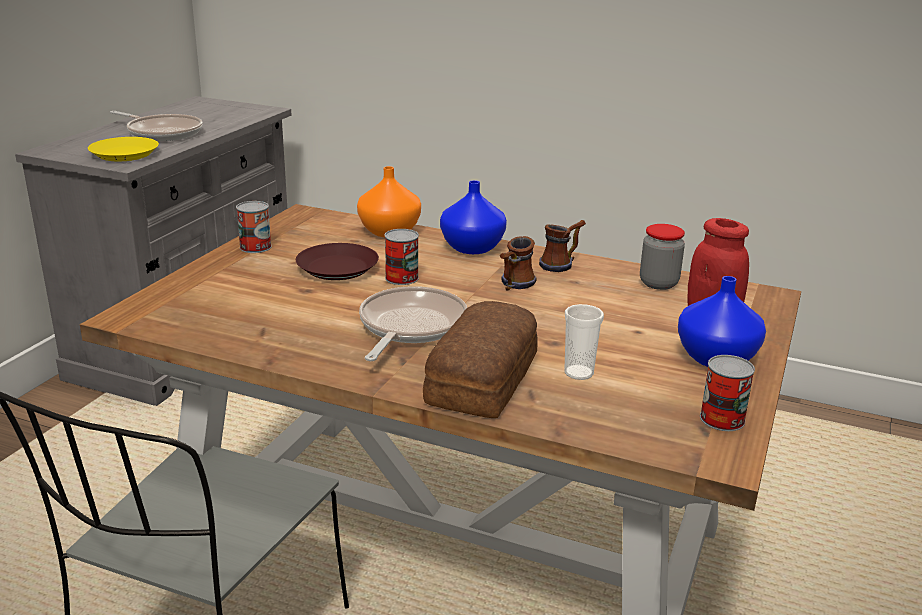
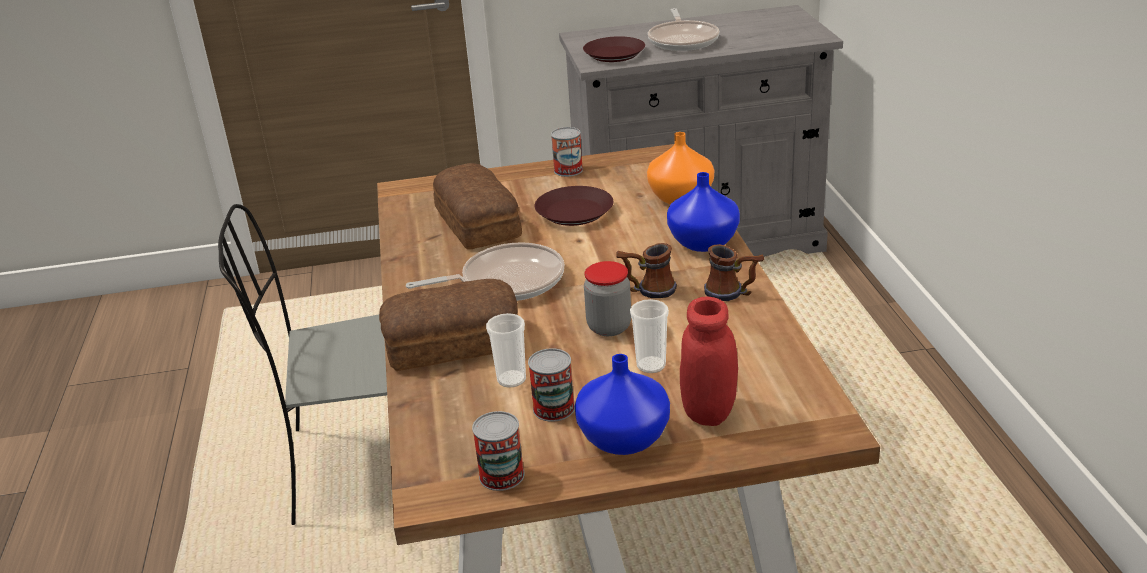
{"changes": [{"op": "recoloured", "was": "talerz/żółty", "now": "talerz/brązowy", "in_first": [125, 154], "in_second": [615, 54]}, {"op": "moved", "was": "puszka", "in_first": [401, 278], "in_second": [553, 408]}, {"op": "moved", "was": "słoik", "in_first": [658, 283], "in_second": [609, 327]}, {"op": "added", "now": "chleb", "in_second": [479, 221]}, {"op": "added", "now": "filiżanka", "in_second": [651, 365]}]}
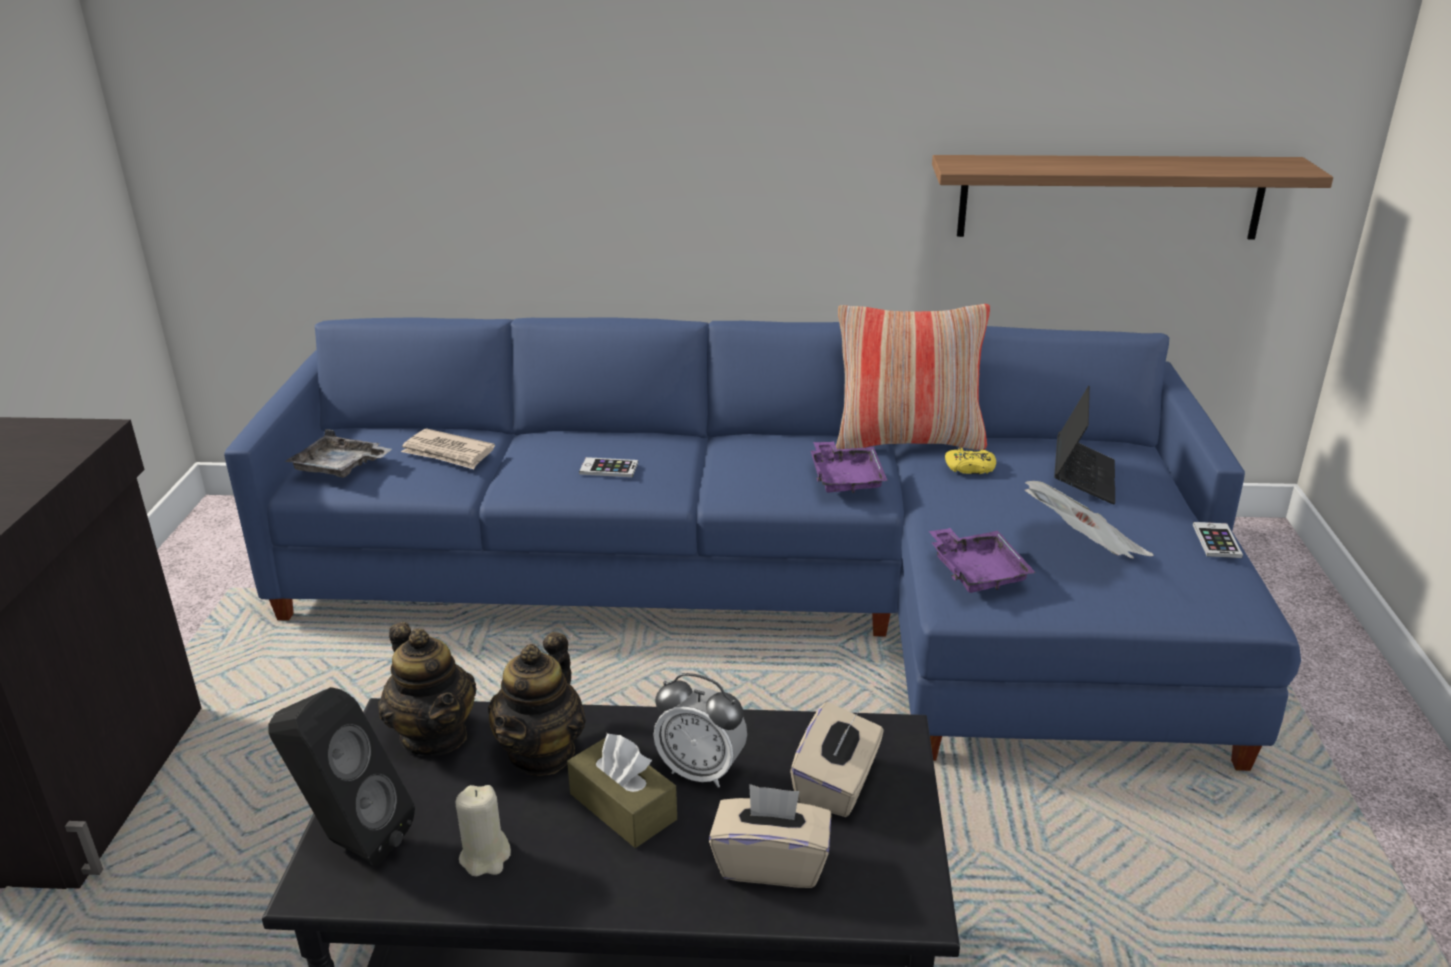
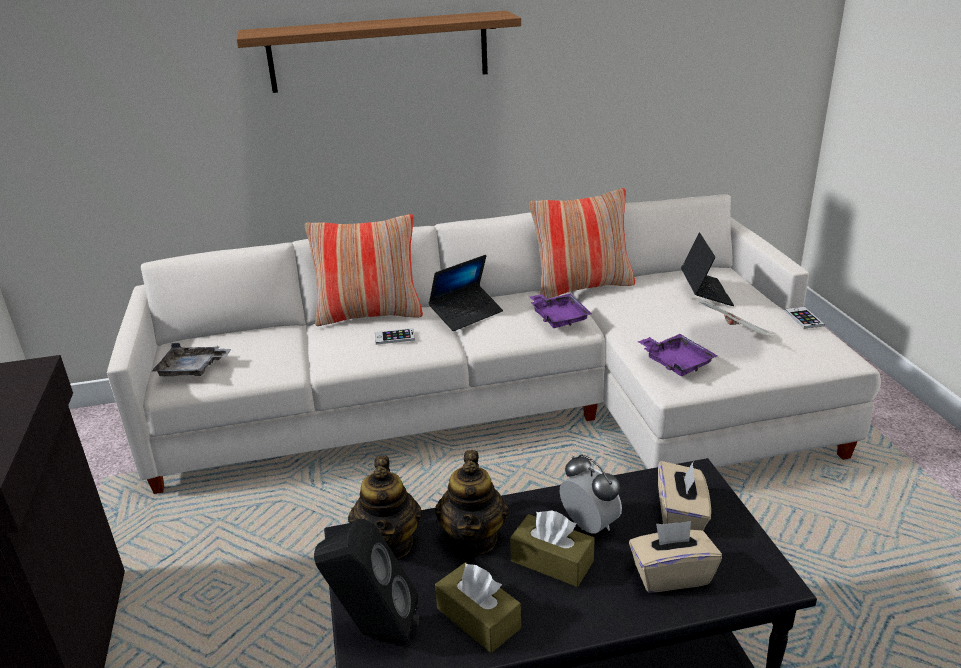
{"changes": [{"op": "recoloured", "was": "kanapa/niebieski", "now": "kanapa/biały", "in_first": [782, 592], "in_second": [513, 404]}, {"op": "turned", "was": "imbryk", "in_first": [434, 735], "in_second": [389, 543], "clockwise": 45}, {"op": "removed", "was": "gazeta", "in_first": [448, 453]}, {"op": "replaced", "was": "świeca/beżowy", "now": "pudełko chusteczek/brązowy", "in_first": [485, 857], "in_second": [478, 618]}, {"op": "turned", "was": "budzik", "in_first": [701, 771], "in_second": [589, 525], "clockwise": -135}, {"op": "moved", "was": "półka", "in_first": [1110, 197], "in_second": [379, 51]}, {"op": "removed", "was": "pad do gier/żółty", "in_first": [970, 468]}, {"op": "added", "now": "poduszka", "in_second": [369, 314]}, {"op": "added", "now": "laptop", "in_second": [466, 314]}]}
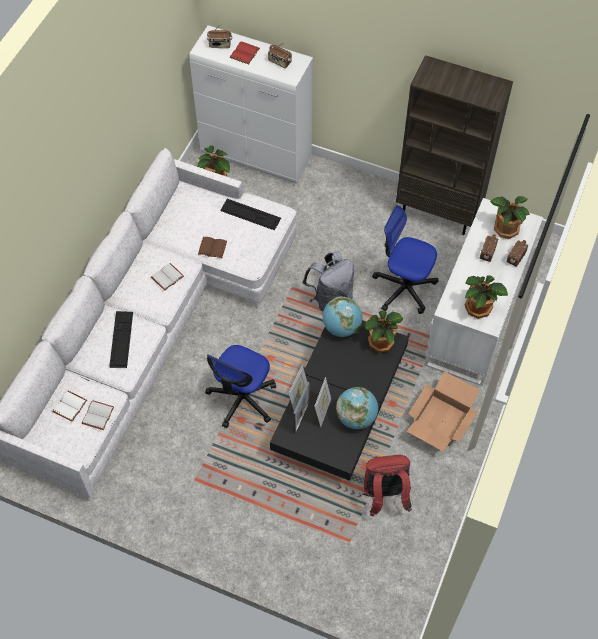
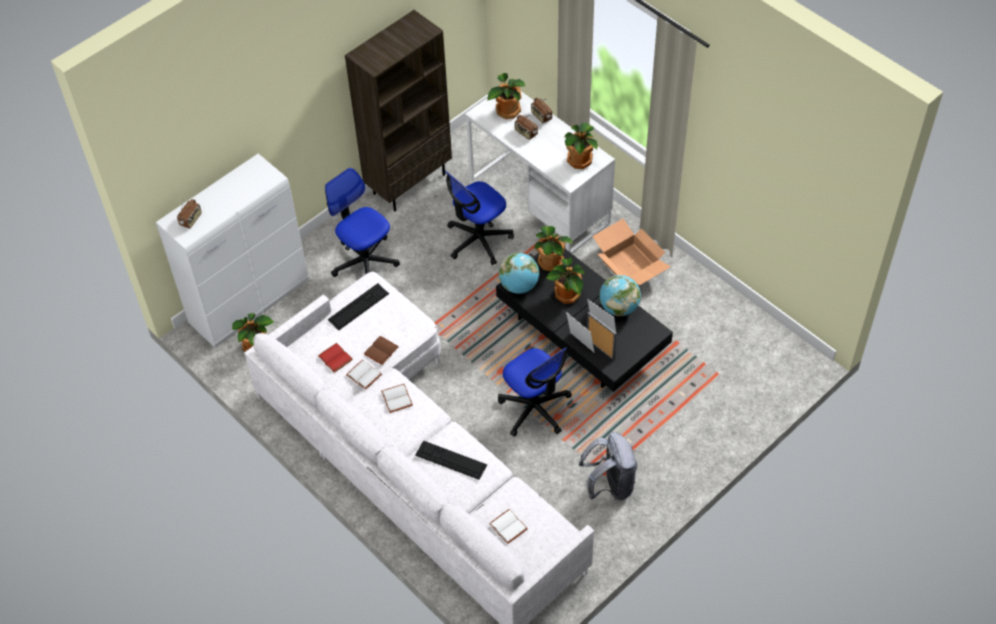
{"changes": [{"op": "moved", "was": "książka/biały", "in_first": [97, 415], "in_second": [363, 375]}, {"op": "moved", "was": "książka/czerwony", "in_first": [245, 54], "in_second": [336, 358]}, {"op": "removed", "was": "radio", "in_first": [279, 62]}, {"op": "moved", "was": "plecak/szary", "in_first": [330, 298], "in_second": [609, 485]}, {"op": "removed", "was": "plecak/czerwony", "in_first": [384, 496]}, {"op": "added", "now": "krzesło biurowe", "in_second": [365, 261]}, {"op": "added", "now": "roślina doniczkowa", "in_second": [567, 295]}]}
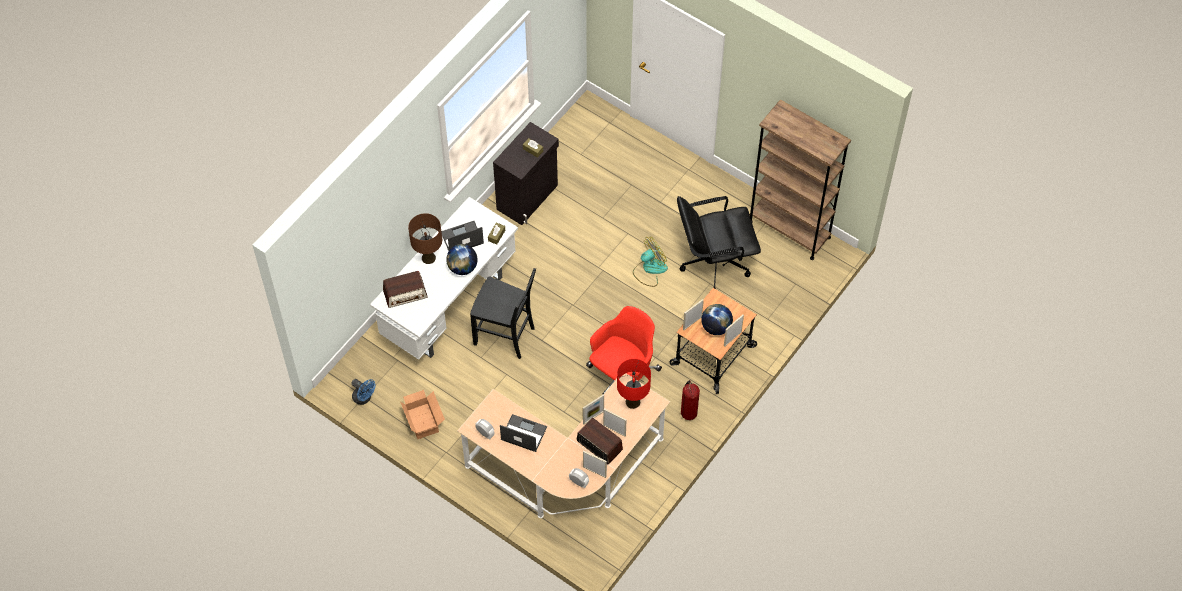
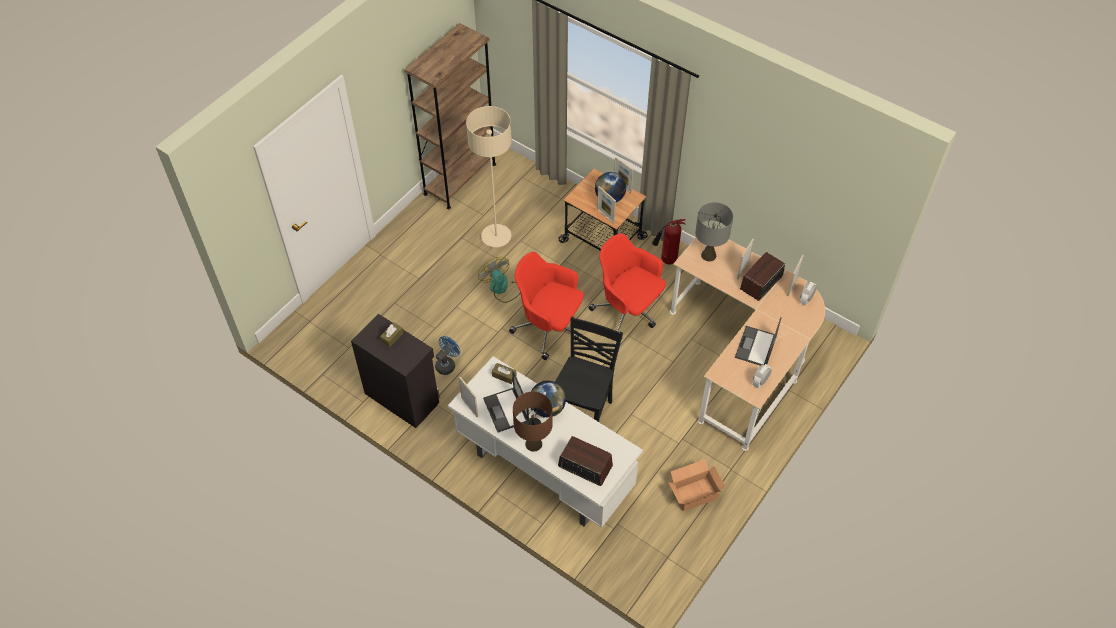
{"changes": [{"op": "moved", "was": "wentylator/niebieski", "in_first": [364, 398], "in_second": [447, 364]}, {"op": "turned", "was": "radio", "in_first": [405, 294], "in_second": [585, 466], "clockwise": -45}, {"op": "moved", "was": "ramka na zdjęcie", "in_first": [593, 417], "in_second": [469, 407]}, {"op": "recoloured", "was": "lampa stołowa/czerwony", "now": "lampa stołowa/szary", "in_first": [633, 402], "in_second": [708, 255]}, {"op": "replaced", "was": "krzesło biurowe/czarny", "now": "lampa stojąca/beżowy", "in_first": [714, 263], "in_second": [496, 236]}, {"op": "added", "now": "krzesło biurowe/czerwony", "in_second": [549, 328]}]}
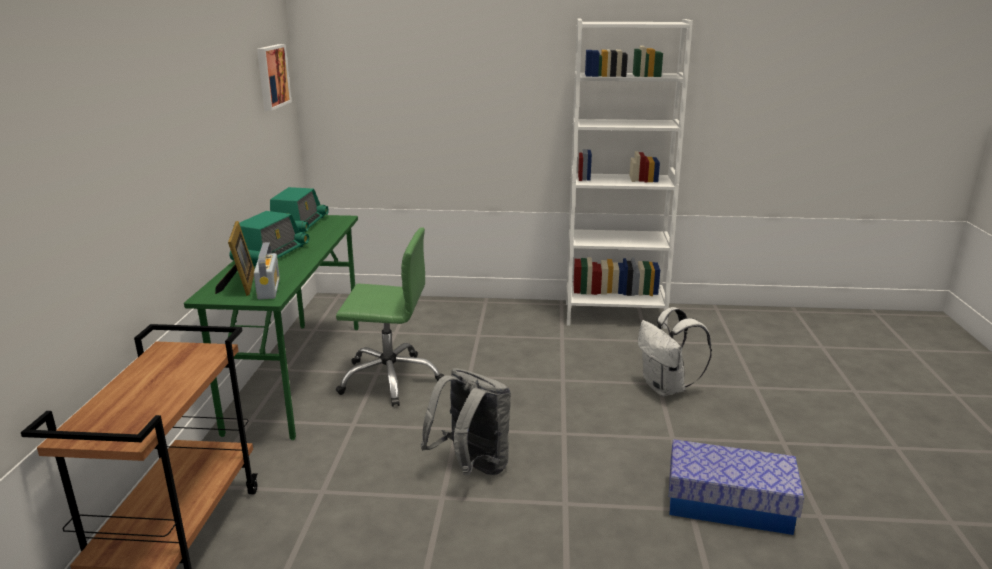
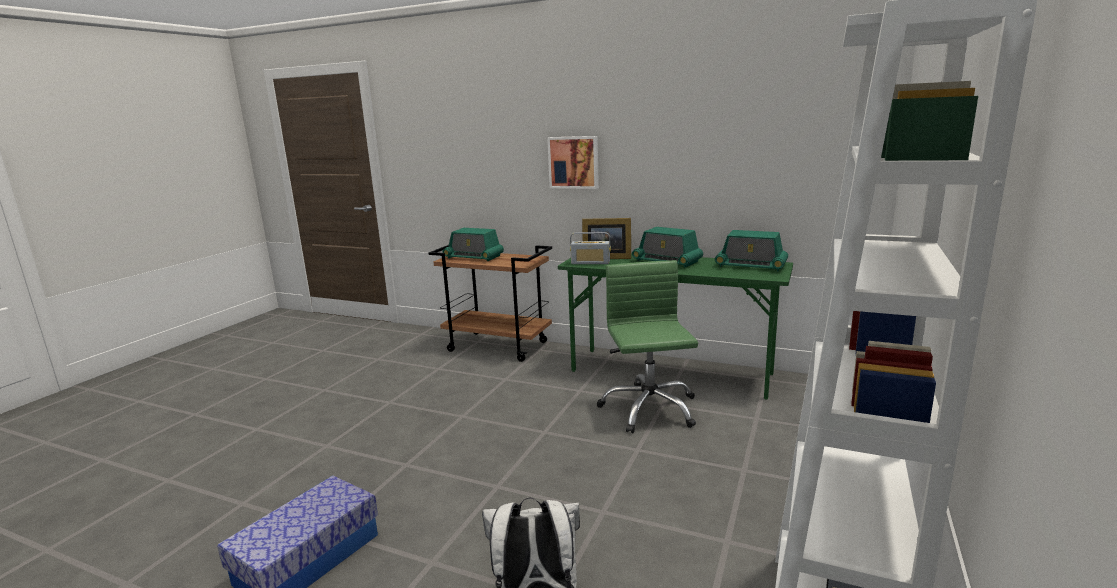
{"changes": [{"op": "moved", "was": "obraz", "in_first": [271, 76], "in_second": [574, 162]}, {"op": "turned", "was": "krzesło biurowe/zielony", "in_first": [390, 379], "in_second": [648, 409], "clockwise": 150}, {"op": "removed", "was": "plecak/szary", "in_first": [471, 468]}, {"op": "added", "now": "radio", "in_second": [473, 257]}]}
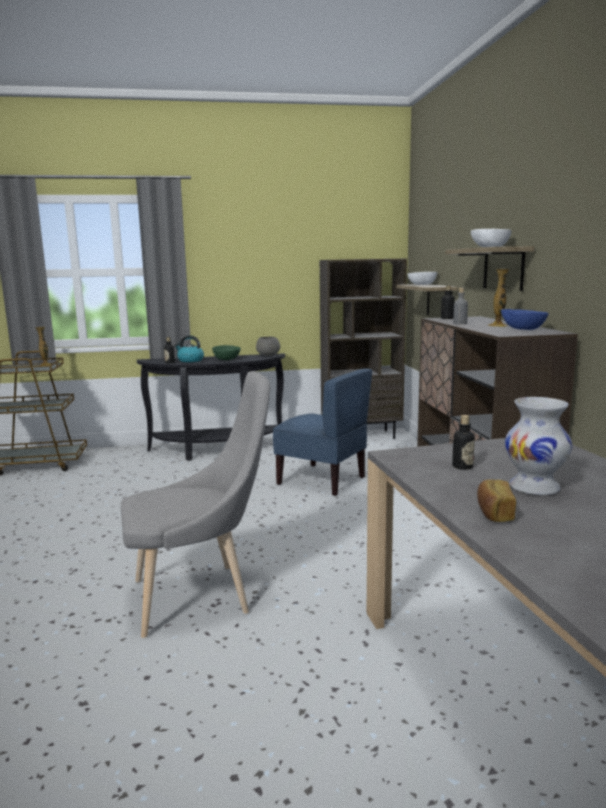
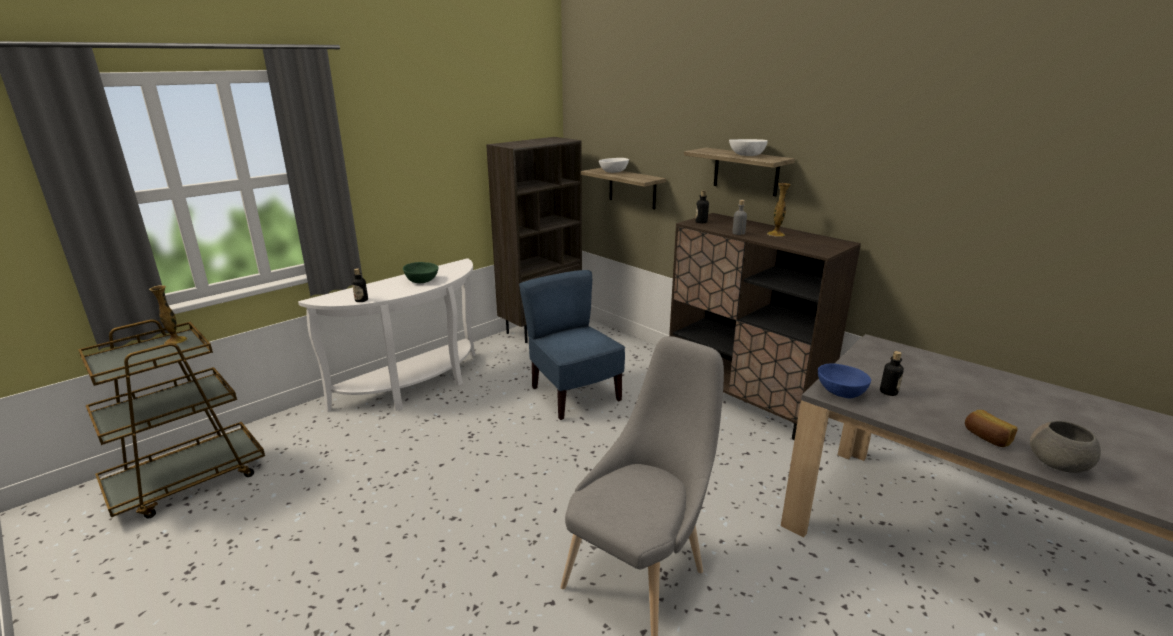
{"changes": [{"op": "recoloured", "was": "stolik konsolowy/czarny", "now": "stolik konsolowy/biały", "in_first": [217, 451], "in_second": [416, 388]}, {"op": "removed", "was": "czajnik", "in_first": [190, 360]}, {"op": "moved", "was": "miska/szary", "in_first": [268, 355], "in_second": [1059, 465]}, {"op": "turned", "was": "krzesło/niebieski", "in_first": [322, 480], "in_second": [574, 395], "clockwise": -120}, {"op": "moved", "was": "miska/niebieski", "in_first": [522, 329], "in_second": [840, 392]}, {"op": "removed", "was": "wazon/biały", "in_first": [533, 487]}]}
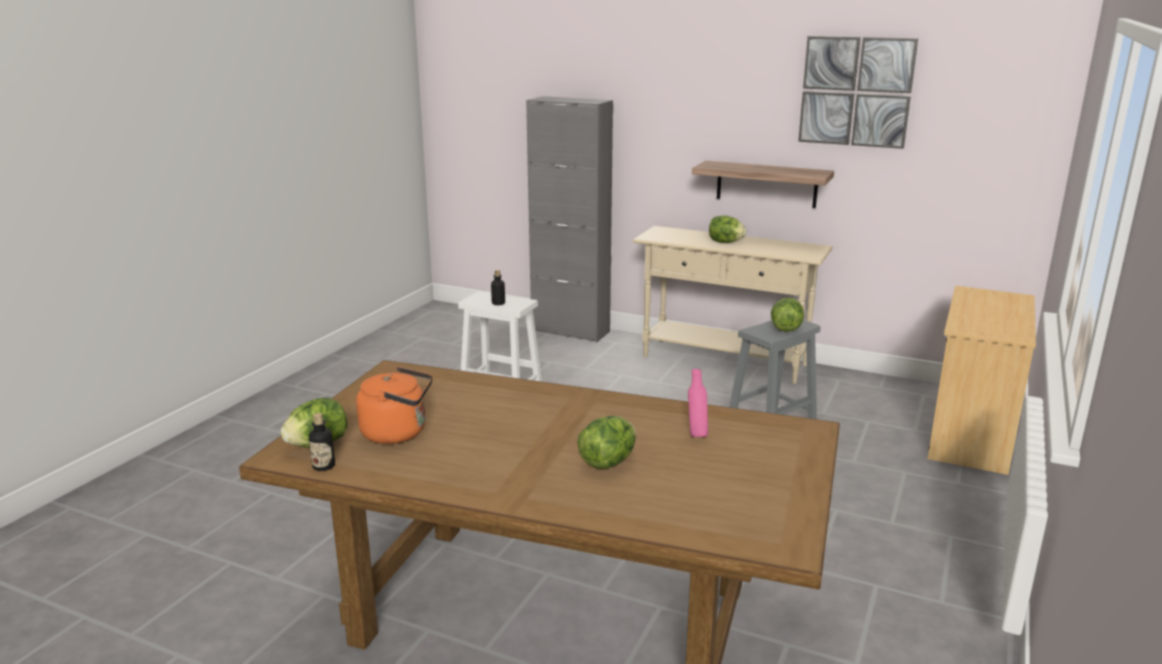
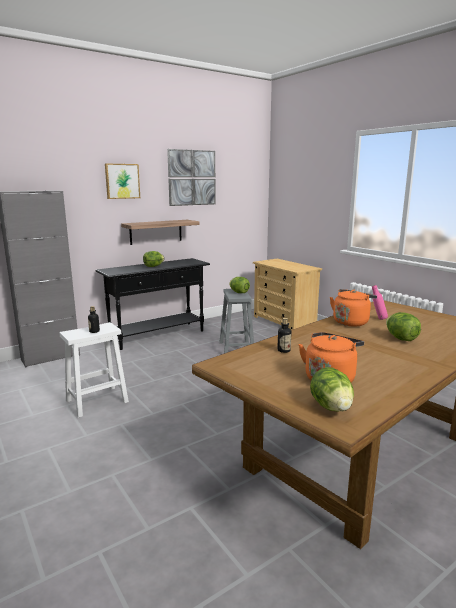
{"changes": [{"op": "moved", "was": "butelka", "in_first": [324, 466], "in_second": [284, 350]}, {"op": "recoloured", "was": "stolik konsolowy/beżowy", "now": "stolik konsolowy/czarny", "in_first": [724, 361], "in_second": [158, 336]}, {"op": "added", "now": "obraz", "in_second": [122, 181]}, {"op": "added", "now": "czajnik/pomarańczowy", "in_second": [351, 322]}]}
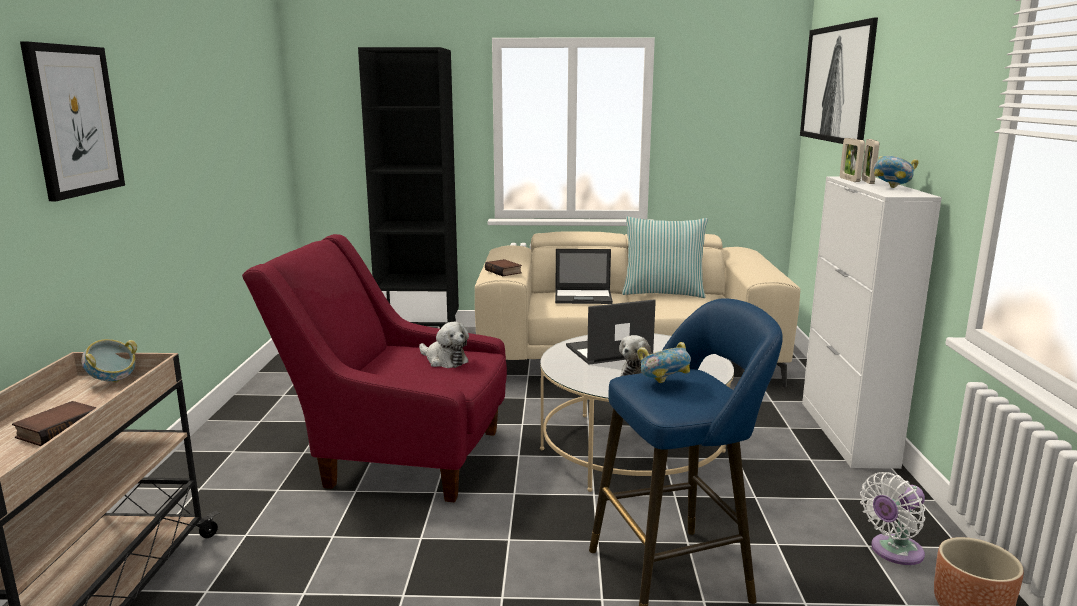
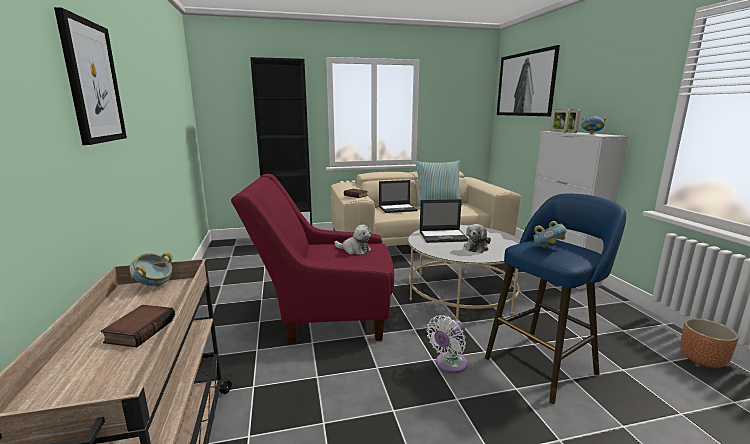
{"changes": [{"op": "turned", "was": "laptop", "in_first": [608, 351], "in_second": [444, 236], "clockwise": -150}, {"op": "moved", "was": "wentylator/biały", "in_first": [893, 552], "in_second": [449, 364]}]}
